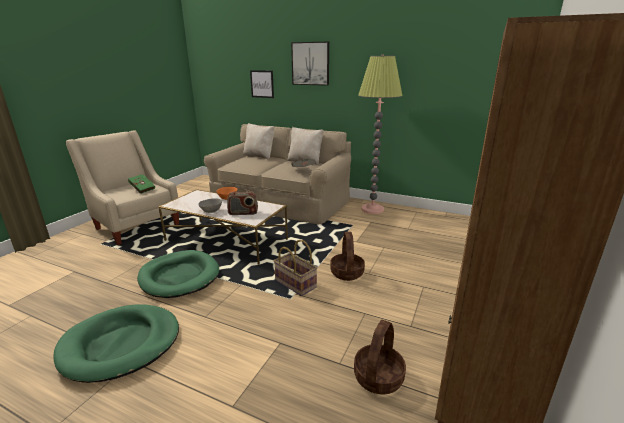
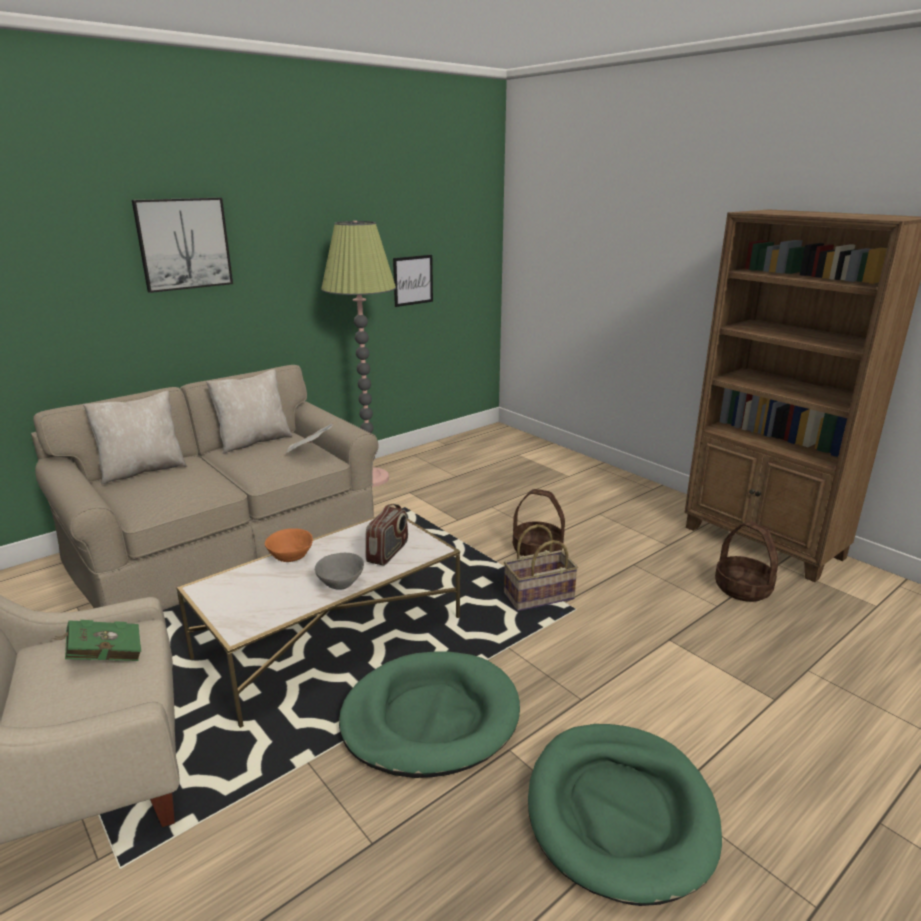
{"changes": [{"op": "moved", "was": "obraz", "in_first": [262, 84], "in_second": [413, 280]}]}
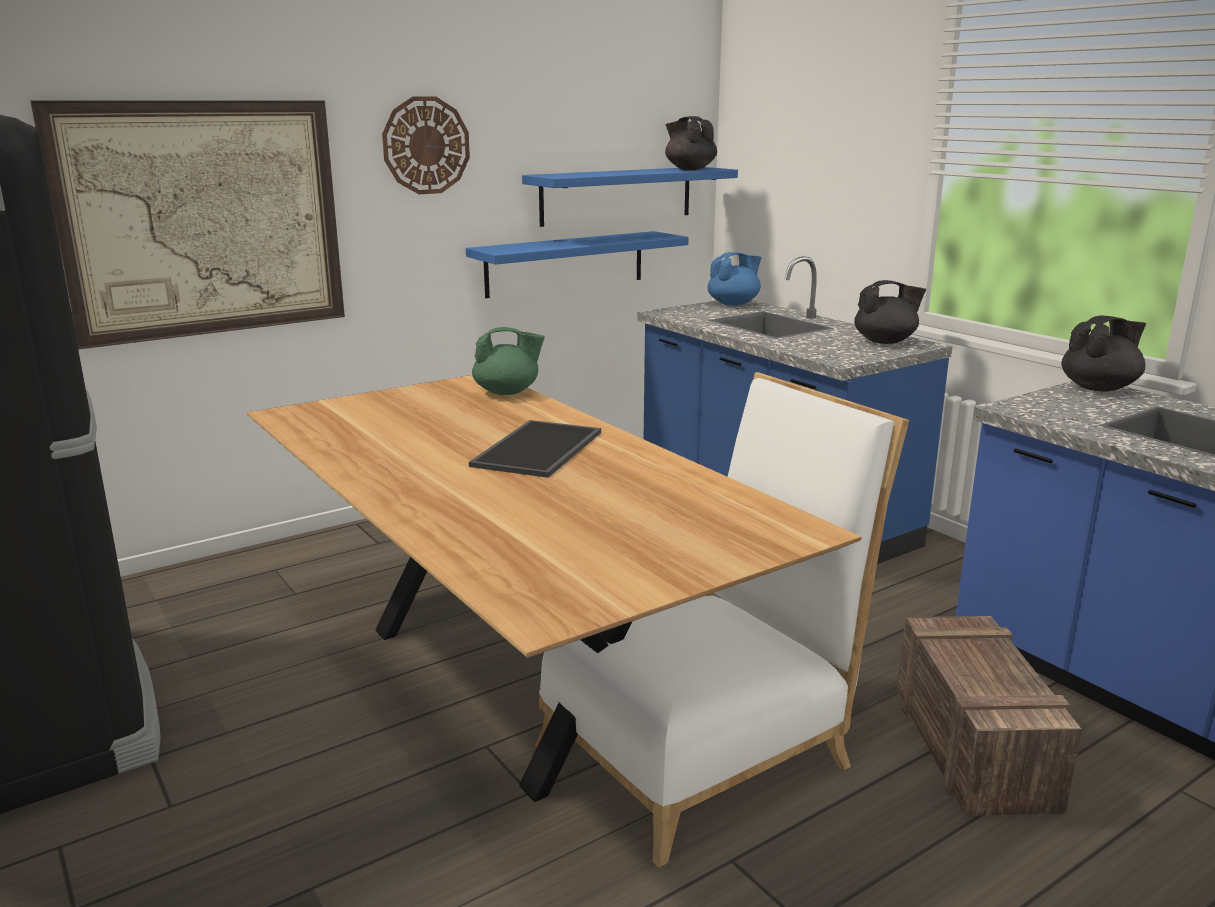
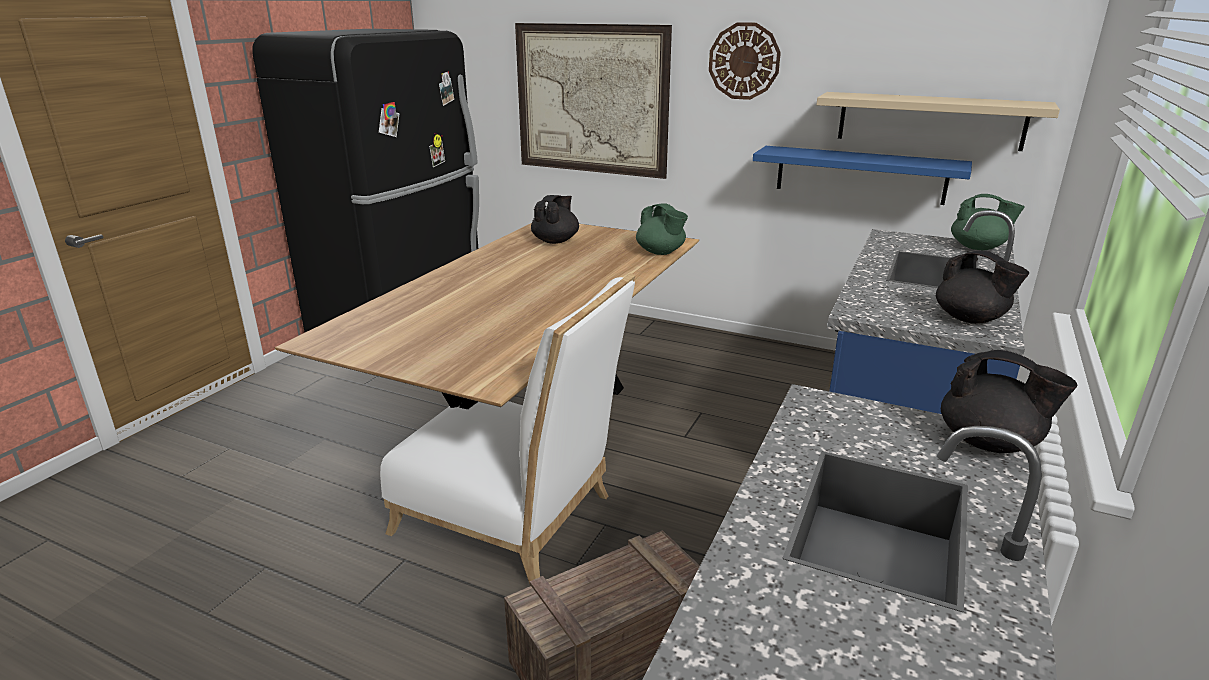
{"changes": [{"op": "removed", "was": "taca", "in_first": [539, 449]}, {"op": "recoloured", "was": "półka/niebieski", "now": "półka/beżowy", "in_first": [617, 195], "in_second": [930, 120]}, {"op": "moved", "was": "imbryk/czarny", "in_first": [689, 169], "in_second": [556, 241]}, {"op": "recoloured", "was": "imbryk/niebieski", "now": "imbryk/zielony", "in_first": [734, 304], "in_second": [978, 248]}]}
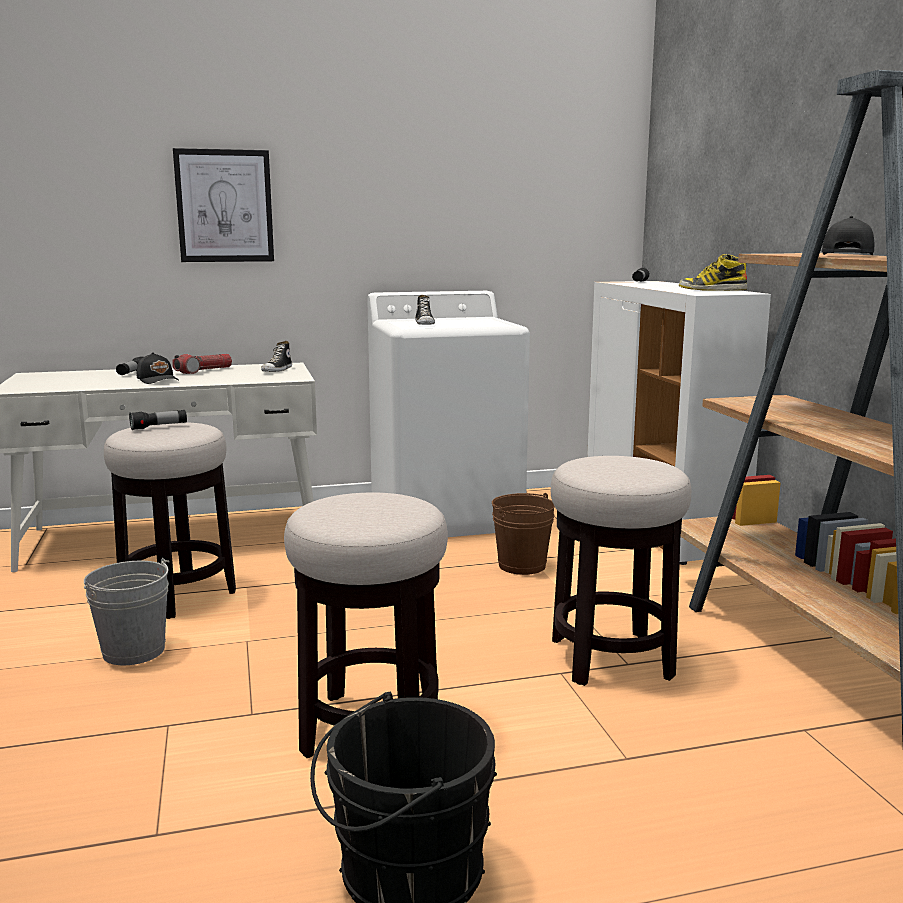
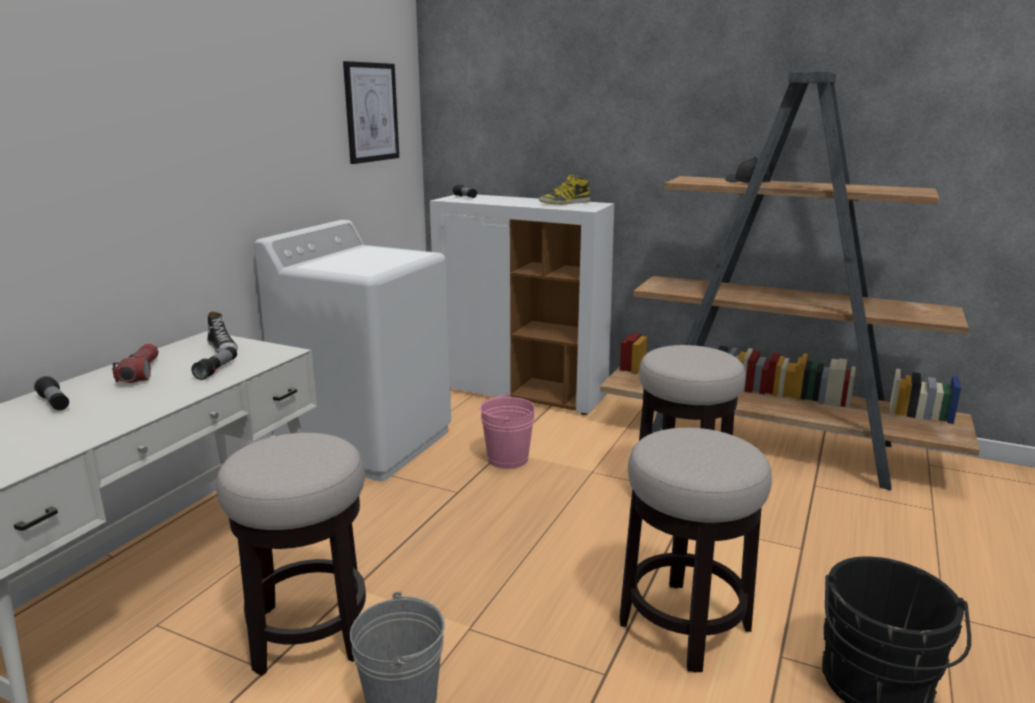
{"changes": [{"op": "moved", "was": "latarka", "in_first": [159, 427], "in_second": [217, 370]}, {"op": "removed", "was": "czapka z daszkiem/czarny", "in_first": [158, 380]}, {"op": "moved", "was": "obraz", "in_first": [224, 206], "in_second": [371, 112]}, {"op": "removed", "was": "but", "in_first": [425, 324]}, {"op": "recoloured", "was": "wiadro/brązowy", "now": "wiadro/różowy", "in_first": [522, 565], "in_second": [507, 459]}]}
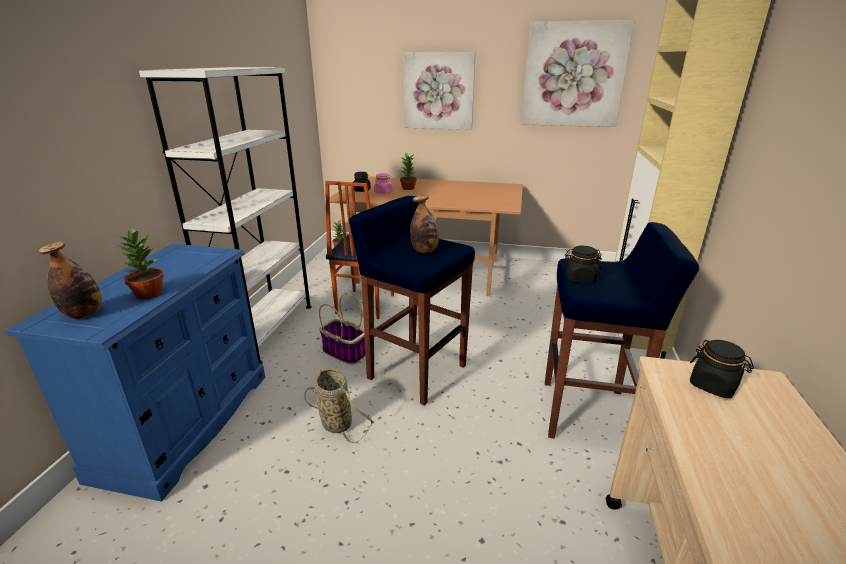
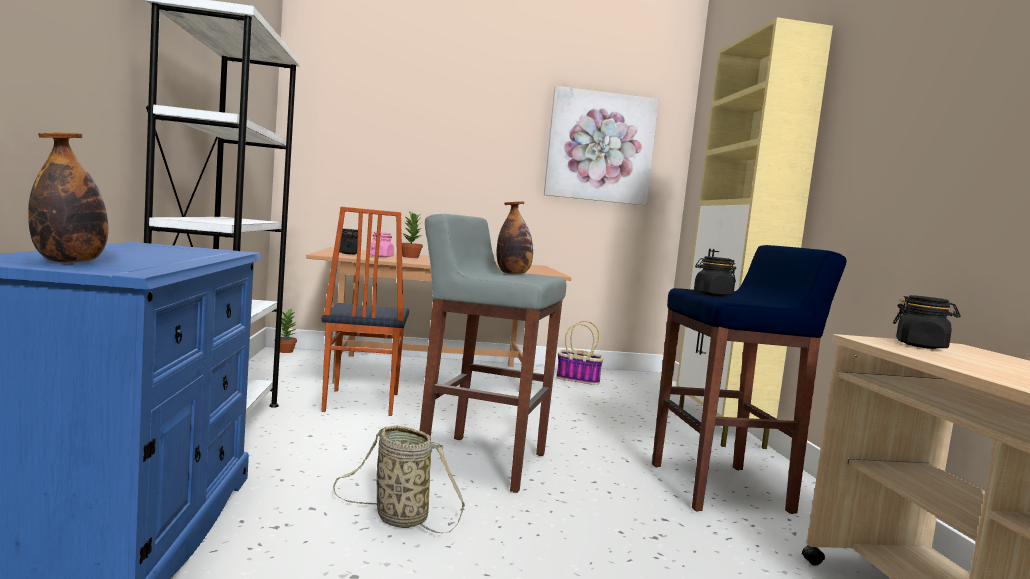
{"changes": [{"op": "removed", "was": "roślina doniczkowa", "in_first": [148, 294]}, {"op": "moved", "was": "koszyk", "in_first": [345, 352], "in_second": [579, 379]}, {"op": "recoloured", "was": "stołek/niebieski", "now": "stołek/szary", "in_first": [416, 371], "in_second": [481, 462]}, {"op": "removed", "was": "obraz", "in_first": [438, 91]}]}
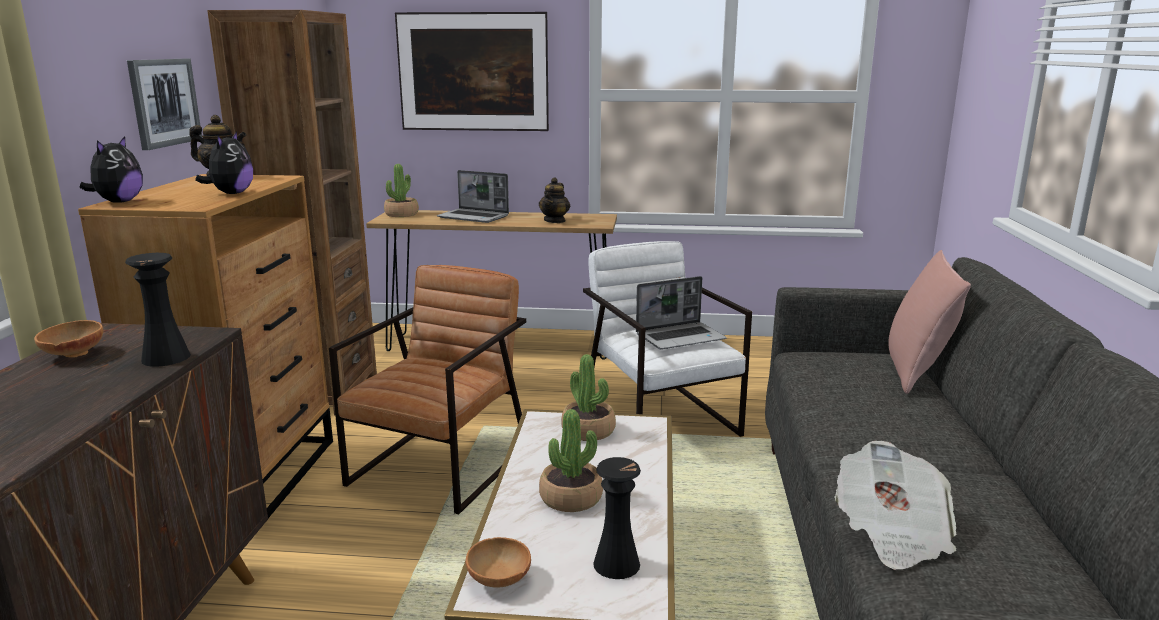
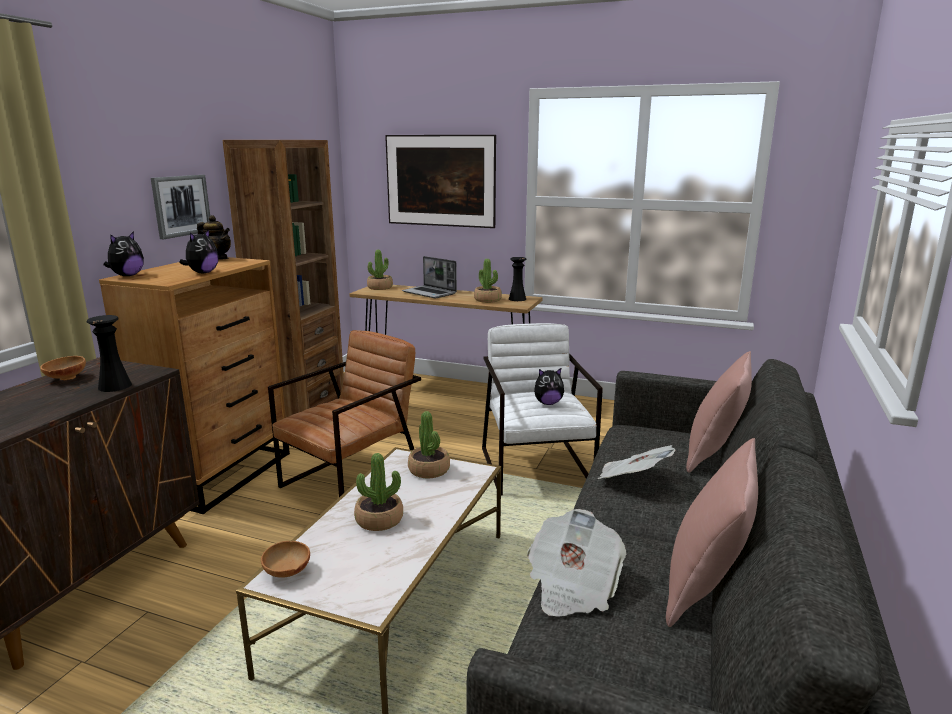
{"changes": [{"op": "replaced", "was": "imbryk", "now": "roślina doniczkowa", "in_first": [555, 221], "in_second": [488, 300]}, {"op": "moved", "was": "wazon/czarny", "in_first": [616, 564], "in_second": [517, 299]}, {"op": "replaced", "was": "laptop", "now": "pluszak", "in_first": [680, 337], "in_second": [548, 403]}, {"op": "added", "now": "gazeta", "in_second": [632, 480]}, {"op": "added", "now": "poduszka/różowy", "in_second": [705, 588]}]}
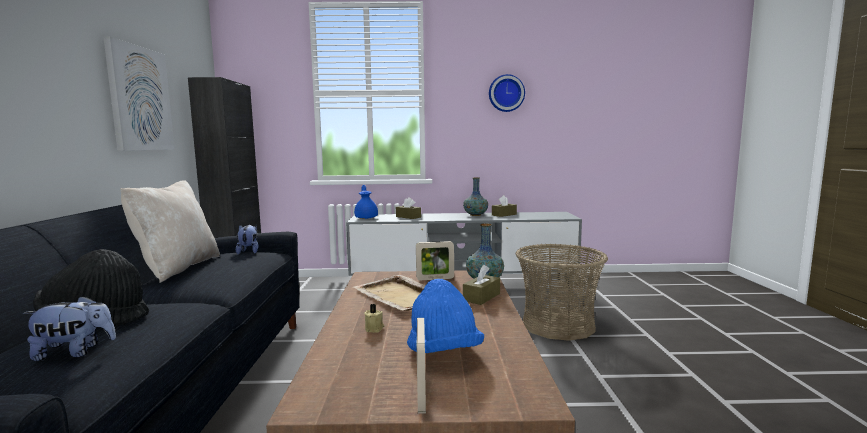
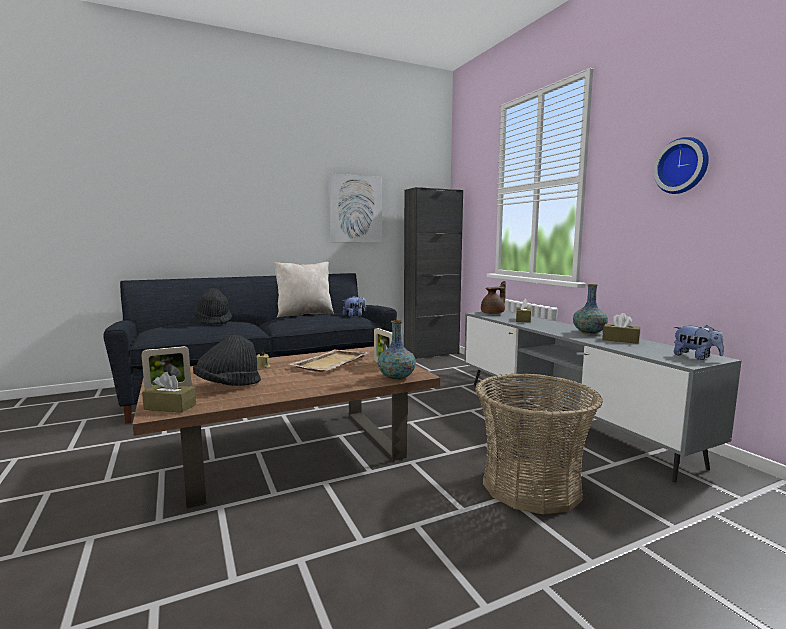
{"changes": [{"op": "moved", "was": "pluszak", "in_first": [74, 352], "in_second": [695, 357]}, {"op": "recoloured", "was": "imbryk/niebieski", "now": "imbryk/brązowy", "in_first": [366, 217], "in_second": [493, 313]}, {"op": "recoloured", "was": "kapelusz/niebieski", "now": "kapelusz/czarny", "in_first": [443, 352], "in_second": [228, 385]}, {"op": "moved", "was": "pudełko chusteczek/brązowy", "in_first": [481, 297], "in_second": [170, 407]}]}
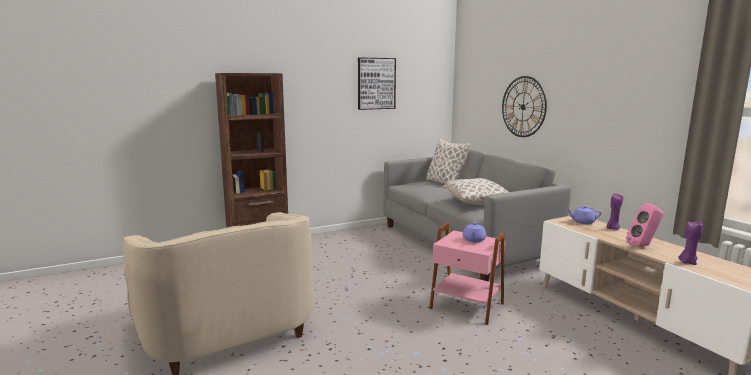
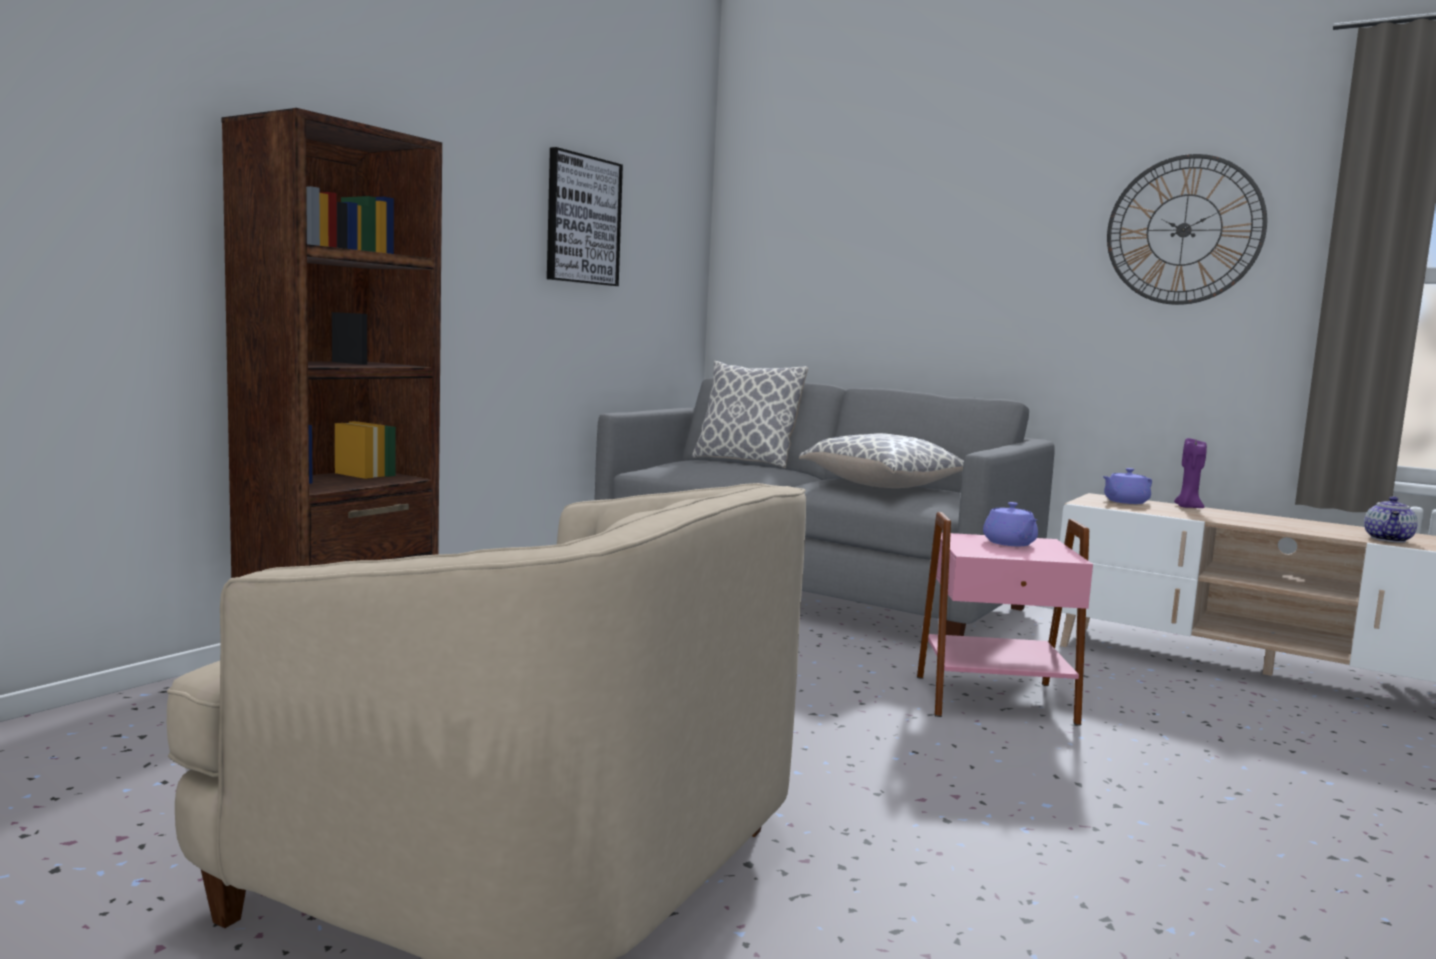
{"changes": [{"op": "moved", "was": "zegar ścienny", "in_first": [523, 107], "in_second": [1184, 230]}, {"op": "removed", "was": "głośnik/różowy", "in_first": [643, 246]}, {"op": "replaced", "was": "świeca/fioletowy", "now": "imbryk", "in_first": [687, 262], "in_second": [1389, 540]}]}
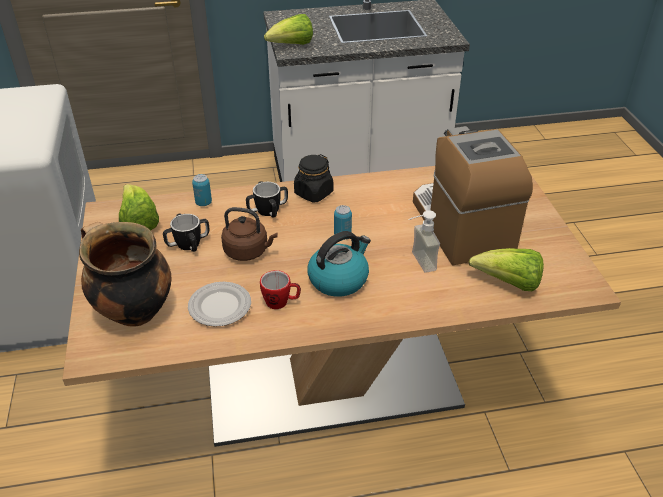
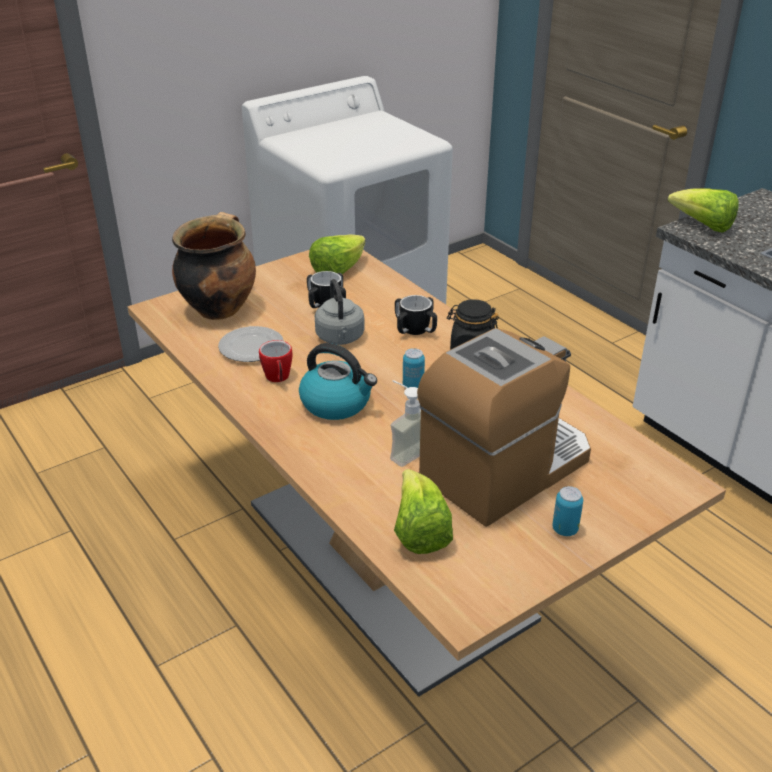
{"changes": [{"op": "moved", "was": "puszka", "in_first": [203, 203], "in_second": [565, 529]}, {"op": "recoloured", "was": "czajnik/brązowy", "now": "czajnik/szary", "in_first": [248, 251], "in_second": [340, 338]}]}
